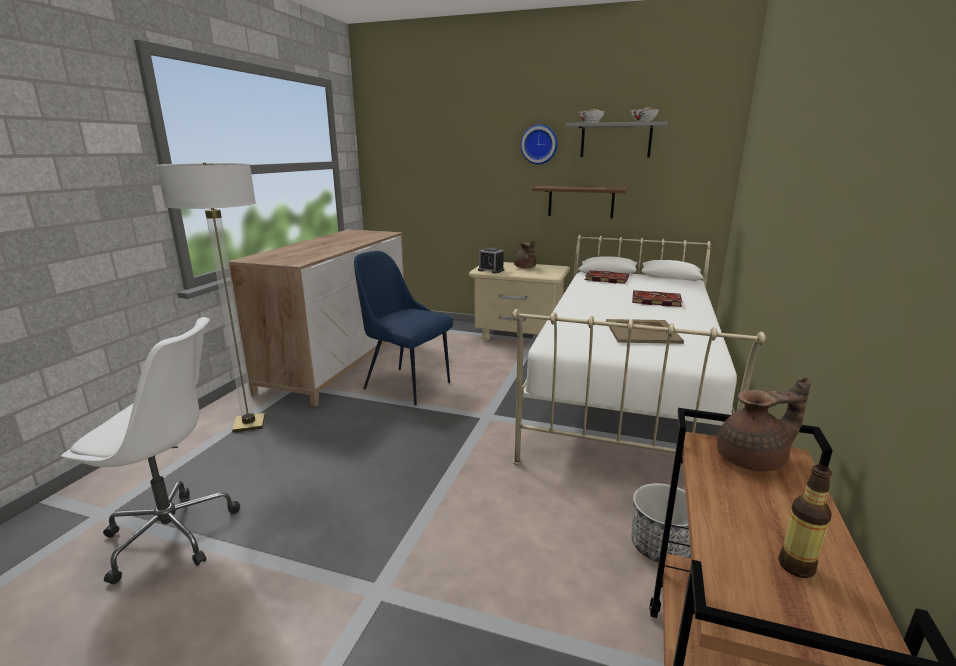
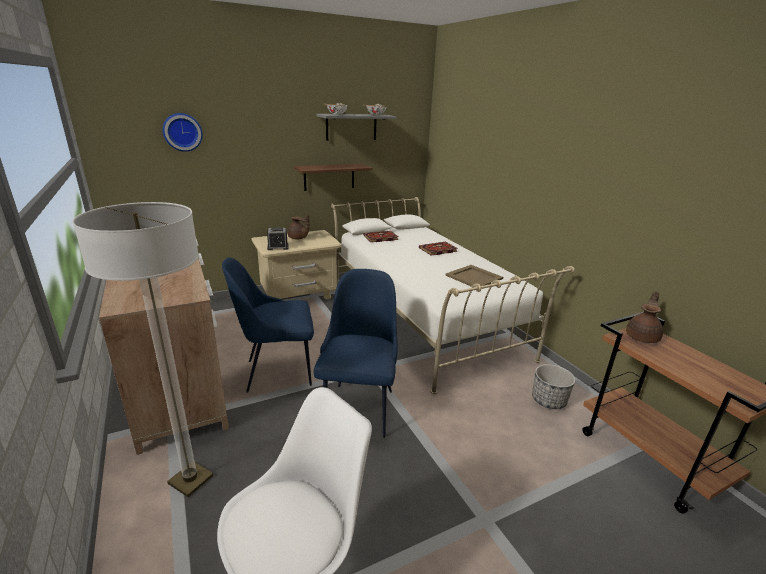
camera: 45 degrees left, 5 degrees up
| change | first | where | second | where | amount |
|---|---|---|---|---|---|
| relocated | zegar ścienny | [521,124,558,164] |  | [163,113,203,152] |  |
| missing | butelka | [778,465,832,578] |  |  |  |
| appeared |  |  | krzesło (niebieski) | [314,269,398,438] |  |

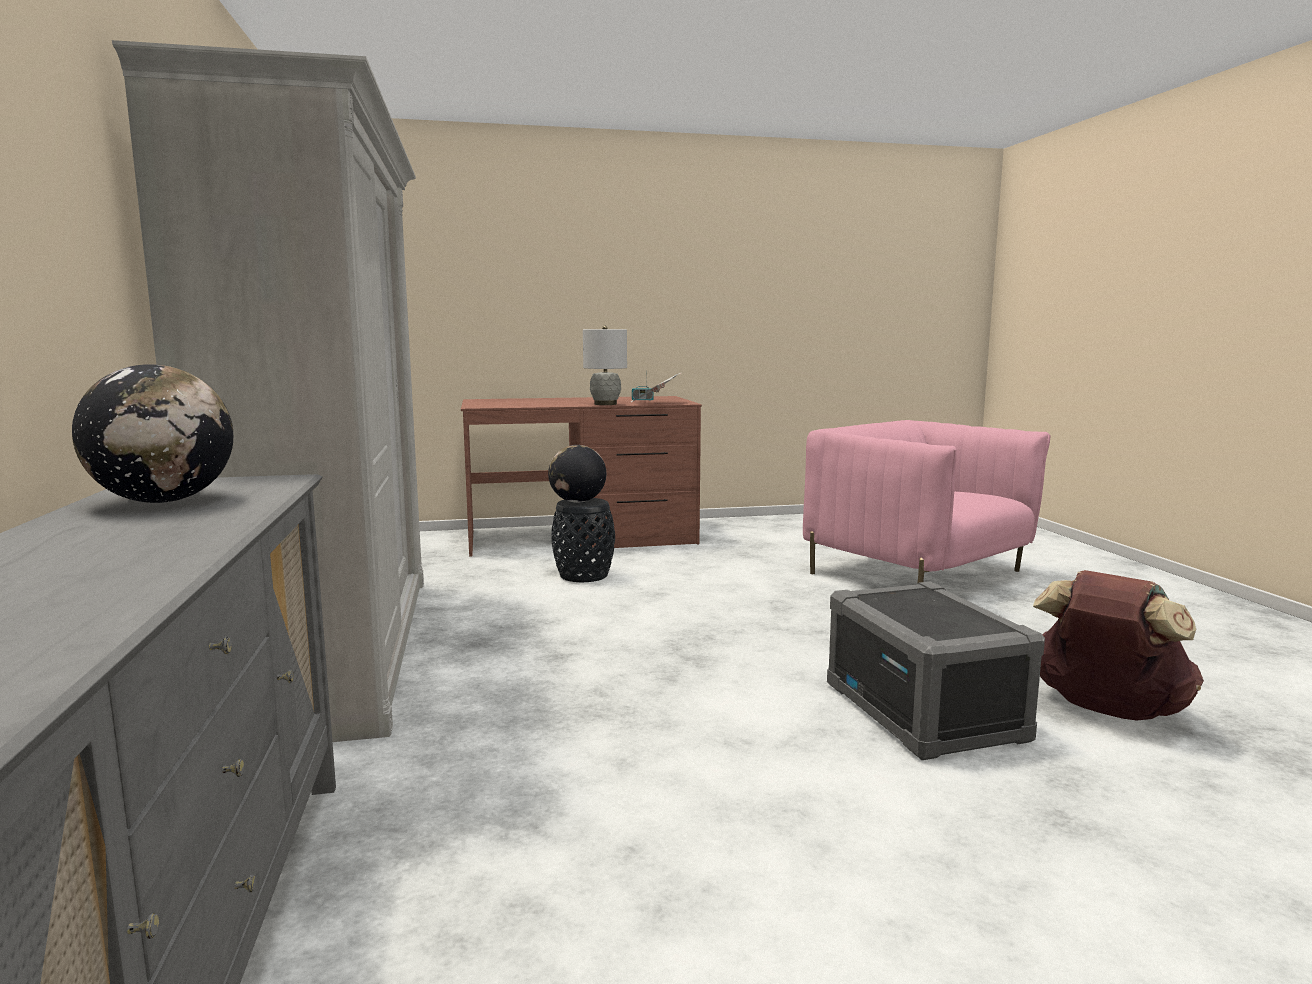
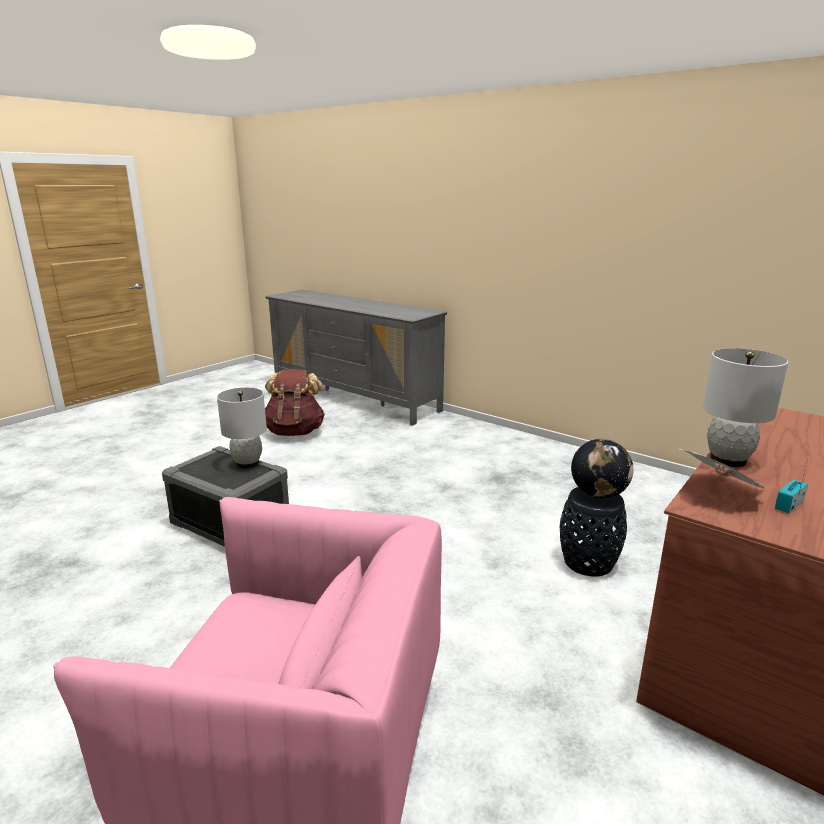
camera: 140 degrees right, 10 degrees up
| change | first | where | second | where | amount |
|---|---|---|---|---|---|
| missing | globus | [72,364,233,503] |  |  |  |
| missing | szafa (biały) | [112,40,424,742] |  |  |  |
| relocated | plecak (brązowy) | [1033,570,1204,721] |  | [265,369,325,436] |  |
| appeared |  |  | lampa stołowa (biały) | [217,387,267,468] |  |

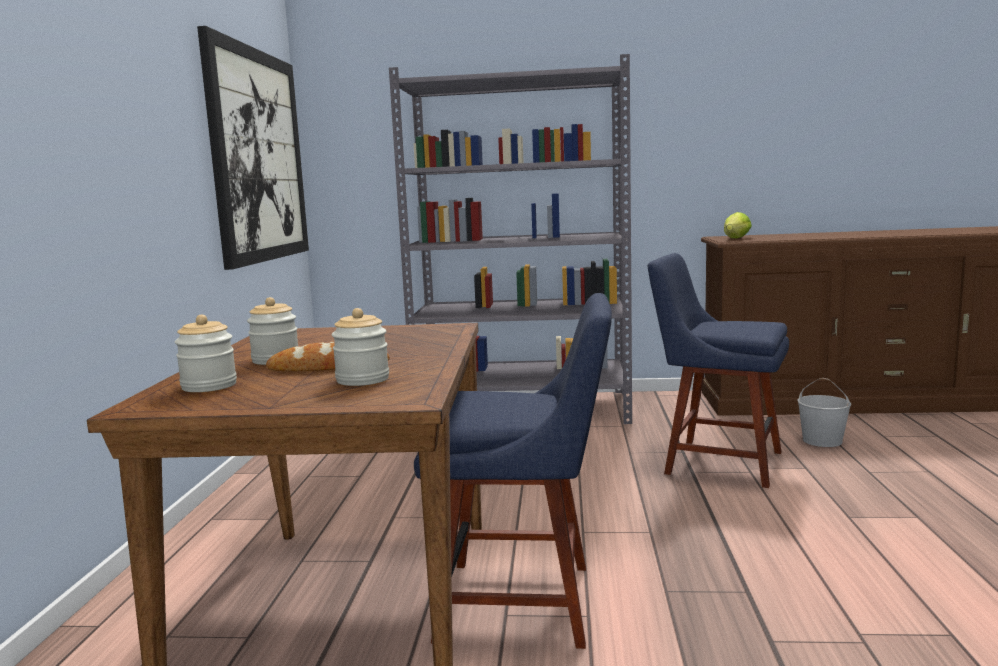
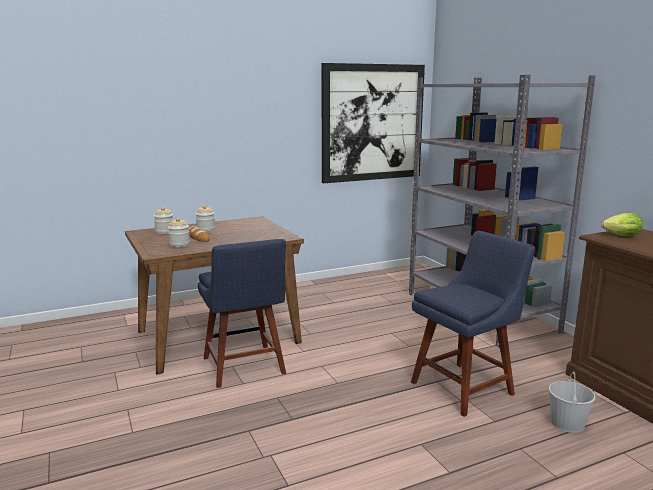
camera: 60 degrees right, 5 degrees up
| change | first | where | second | where | amount |
|---|---|---|---|---|---|
| spun | krzesło (niebieski) | [648,253,789,488] |  | [411,231,535,417] | 60 degrees clockwise |

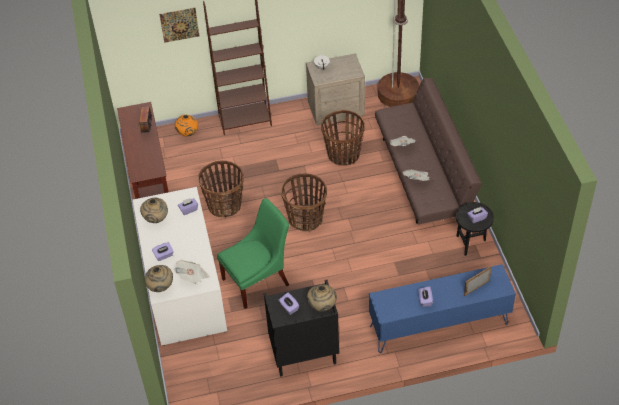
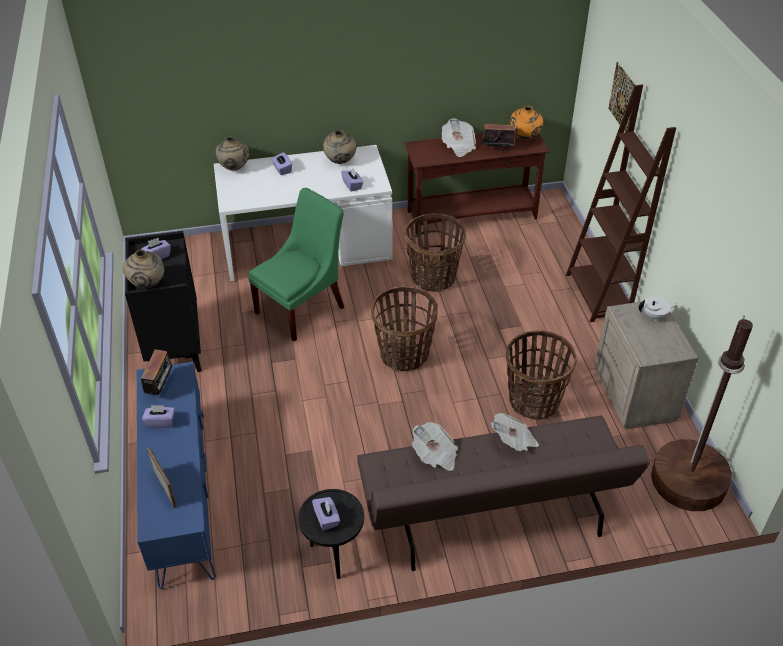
camera: 90 degrees right, 5 degrees down
| change | first | where | second | where | amount |
|---|---|---|---|---|---|
| relocated | gazeta | [174,260,209,284] |  | [442,118,476,157] |  |
| relocated | wazon (pomarańczowy) | [175,115,198,136] |  | [510,106,543,139] |  |
| spun | krzesło (zielony) | [217,198,289,309] |  | [248,188,344,341] | 105 degrees counterclockwise |
| appeared |  |  | radio | [141,349,175,395] |  |

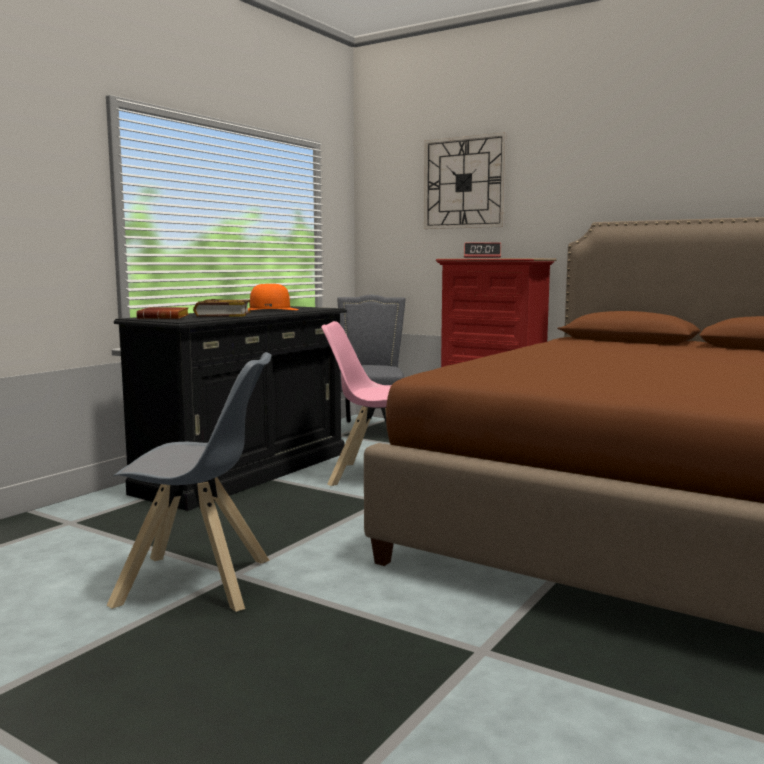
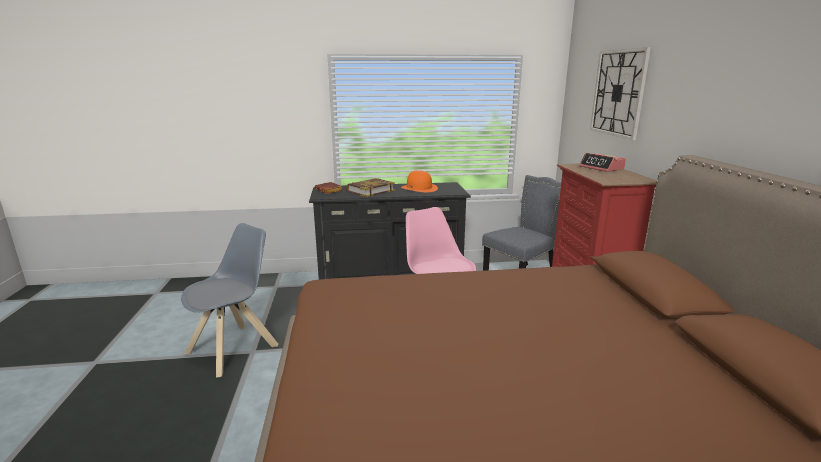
camera: 50 degrees right, 10 degrees up
| change | first | where | second | where | amount |
|---|---|---|---|---|---|
| spun | krzesło (szary) | [106,352,271,612] |  | [181,223,279,377] | 105 degrees counterclockwise |

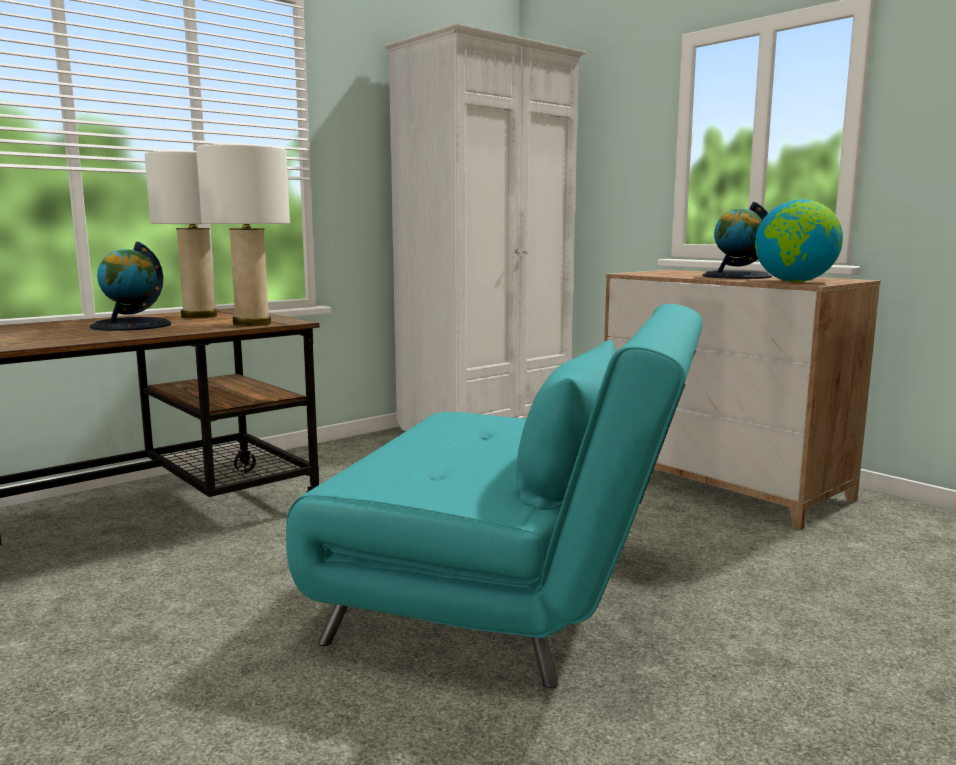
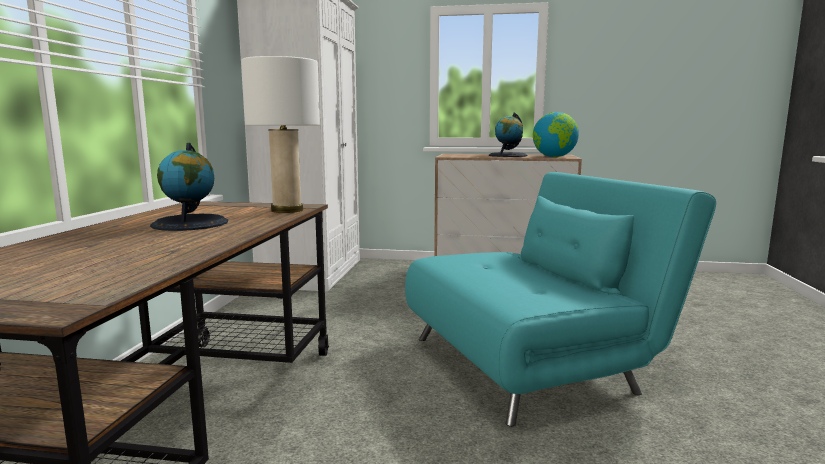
camera: 40 degrees left, 0 degrees up
| change | first | where | second | where | amount |
|---|---|---|---|---|---|
| missing | lampa stołowa (biały) | [145,151,217,319] |  |  |  |

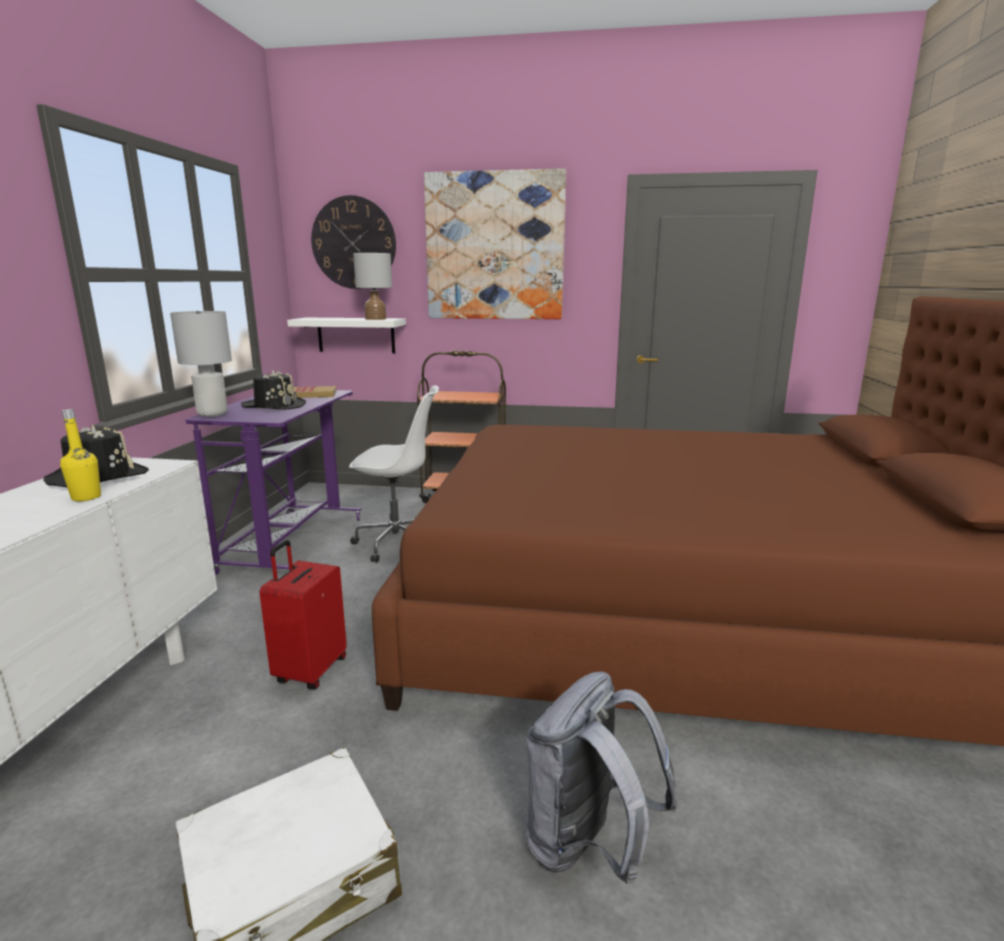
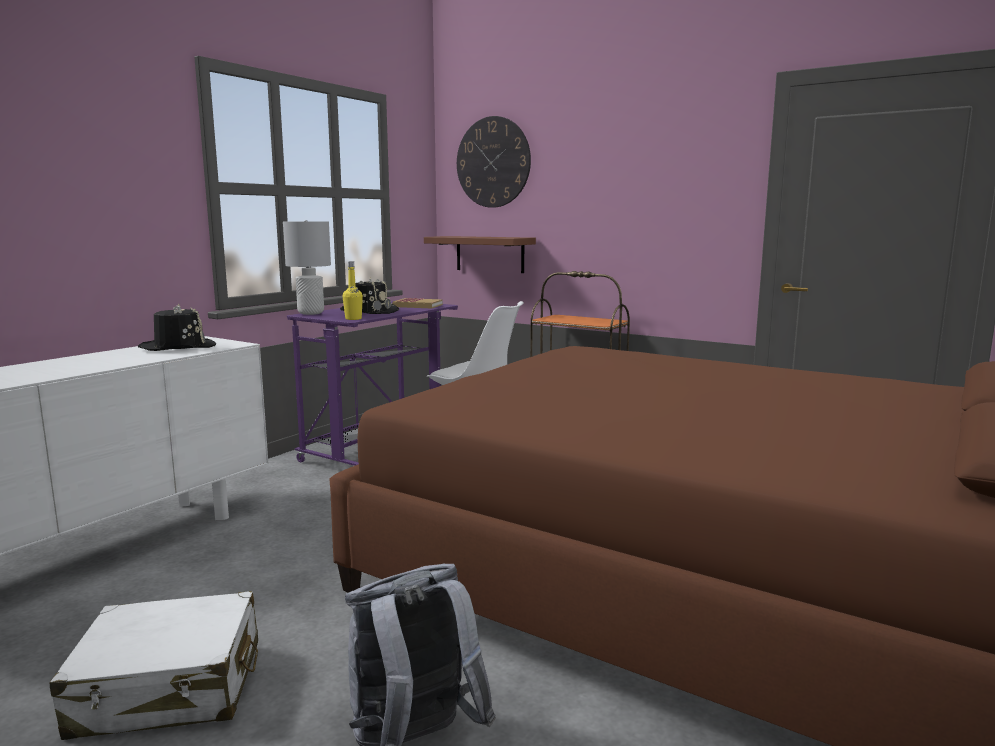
camera: 25 degrees right, 5 degrees down
| change | first | where | second | where | amount |
|---|---|---|---|---|---|
| relocated | butelka (żółty) | [60,409,101,501] |  | [342,262,363,320] |  |
| missing | walizka (czerwony) | [259,540,347,689] |  |  |  |
| colour | półka (biały) | [287,318,406,353] | półka (brązowy) | [424,236,536,273] |  |
| missing | lampa stołowa (szary) | [353,253,392,320] |  |  |  |
| missing | obraz | [424,168,566,319] |  |  |  |

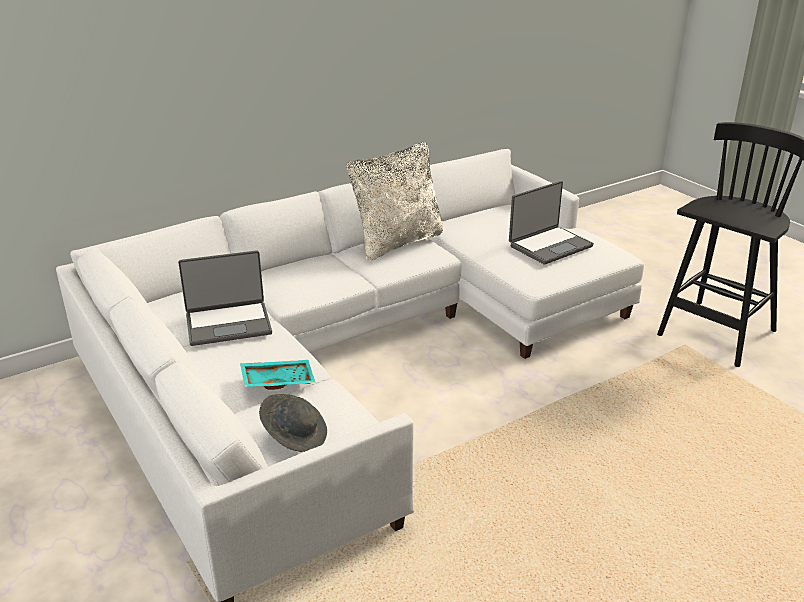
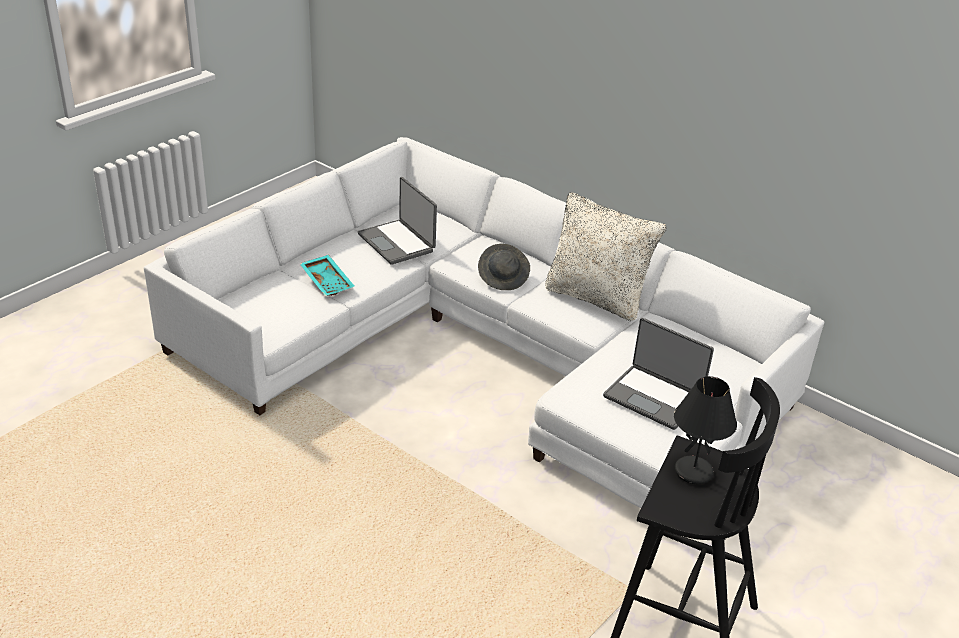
camera: 70 degrees right, 5 degrees up
| change | first | where | second | where | amount |
|---|---|---|---|---|---|
| relocated | kapelusz (szary) | [259,394,327,452] |  | [478,244,530,290] |  |
| appeared |  |  | lampa stołowa (czarny) | [674,376,737,484] |  |

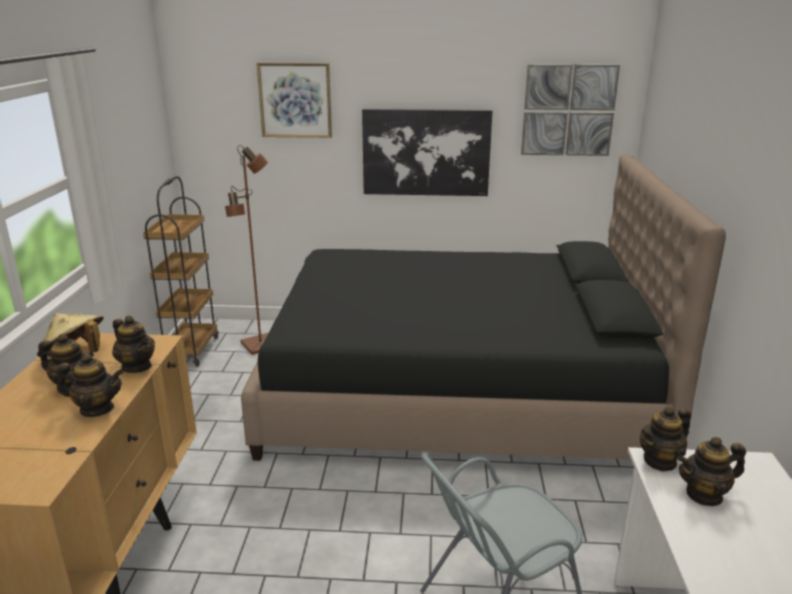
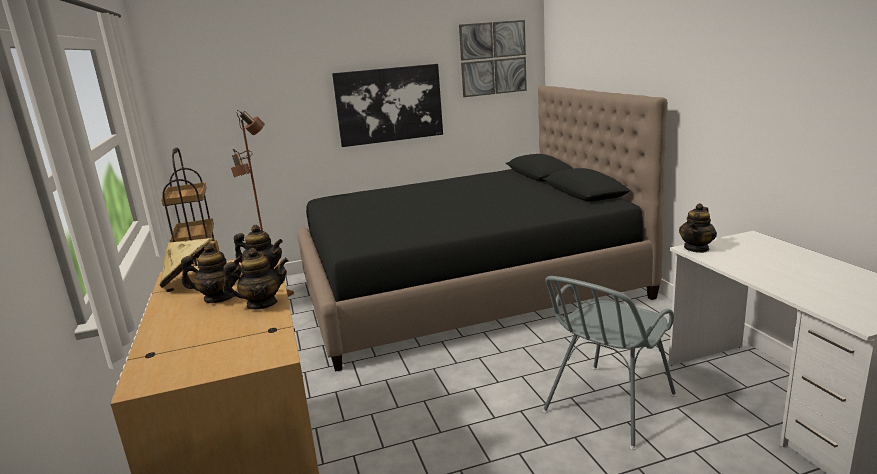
camera: 20 degrees left, 5 degrees down
| change | first | where | second | where | amount |
|---|---|---|---|---|---|
| missing | obraz | [257,63,332,138] |  |  |  |
| missing | imbryk | [678,437,746,506] |  |  |  |

